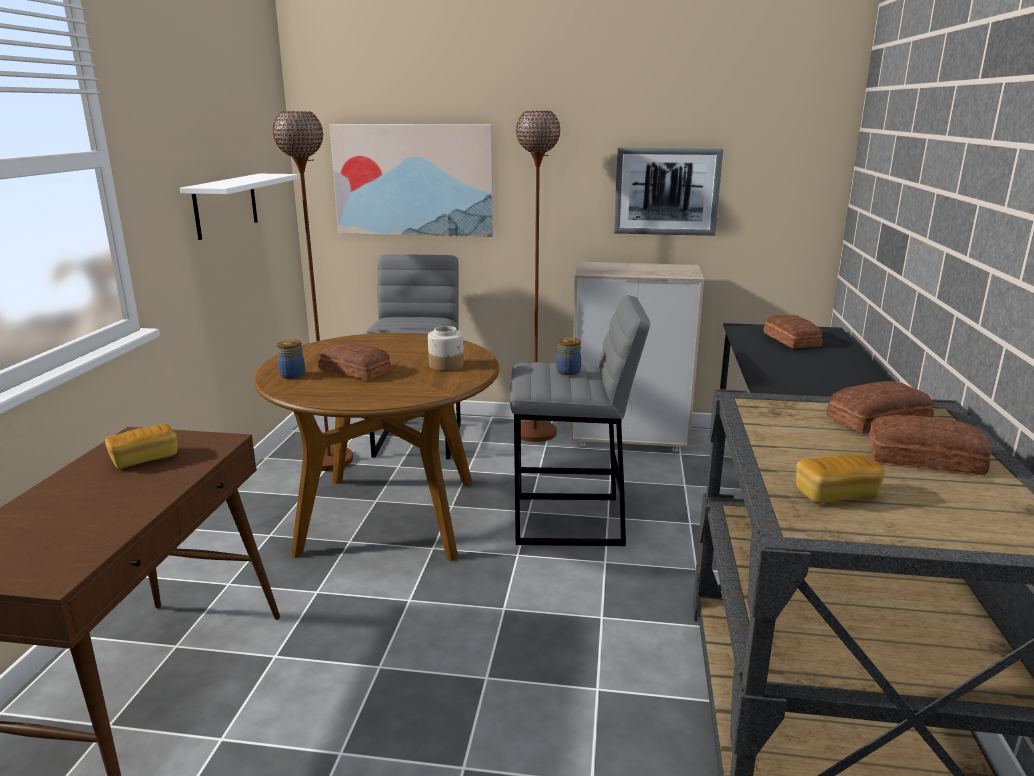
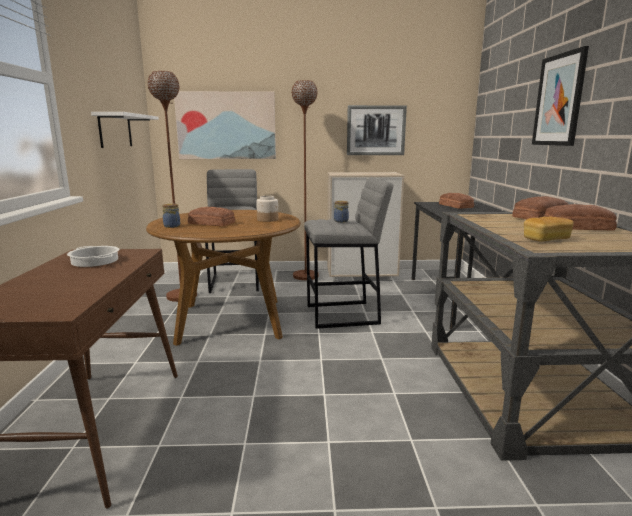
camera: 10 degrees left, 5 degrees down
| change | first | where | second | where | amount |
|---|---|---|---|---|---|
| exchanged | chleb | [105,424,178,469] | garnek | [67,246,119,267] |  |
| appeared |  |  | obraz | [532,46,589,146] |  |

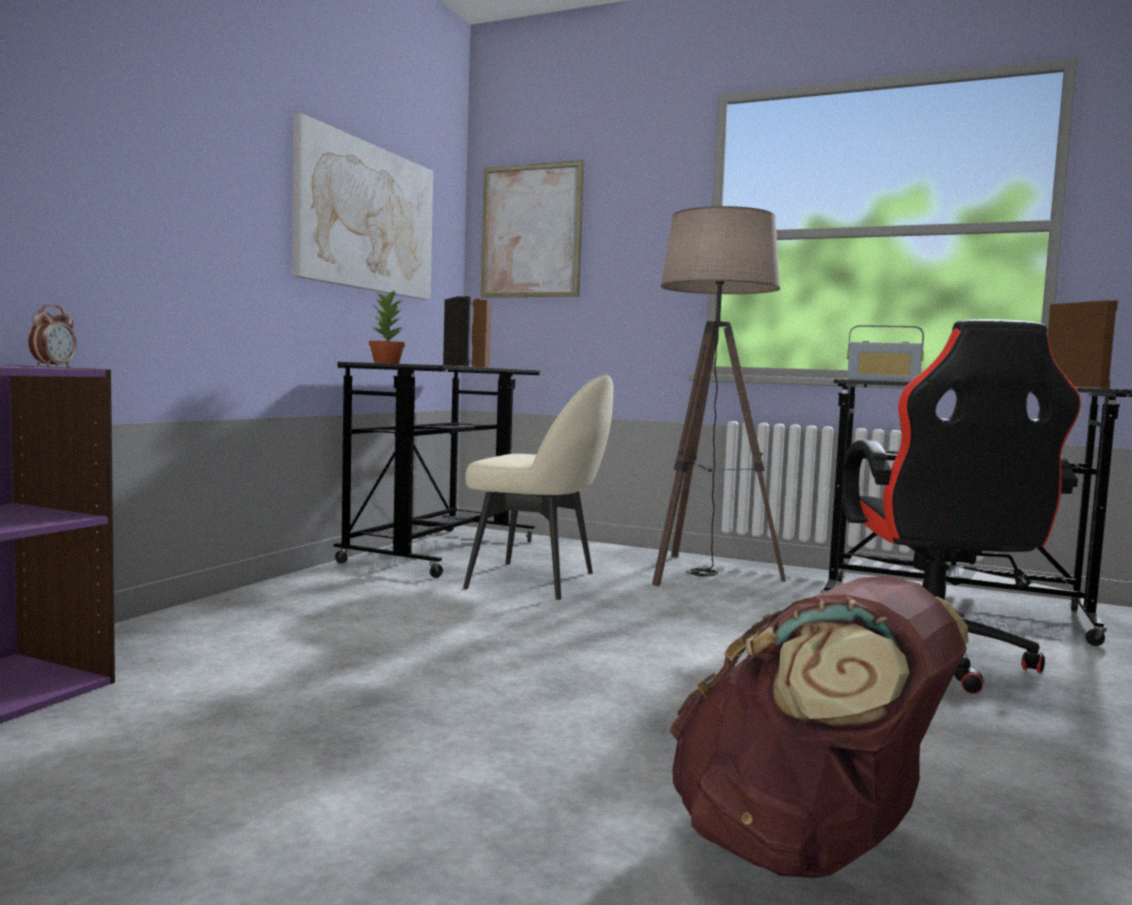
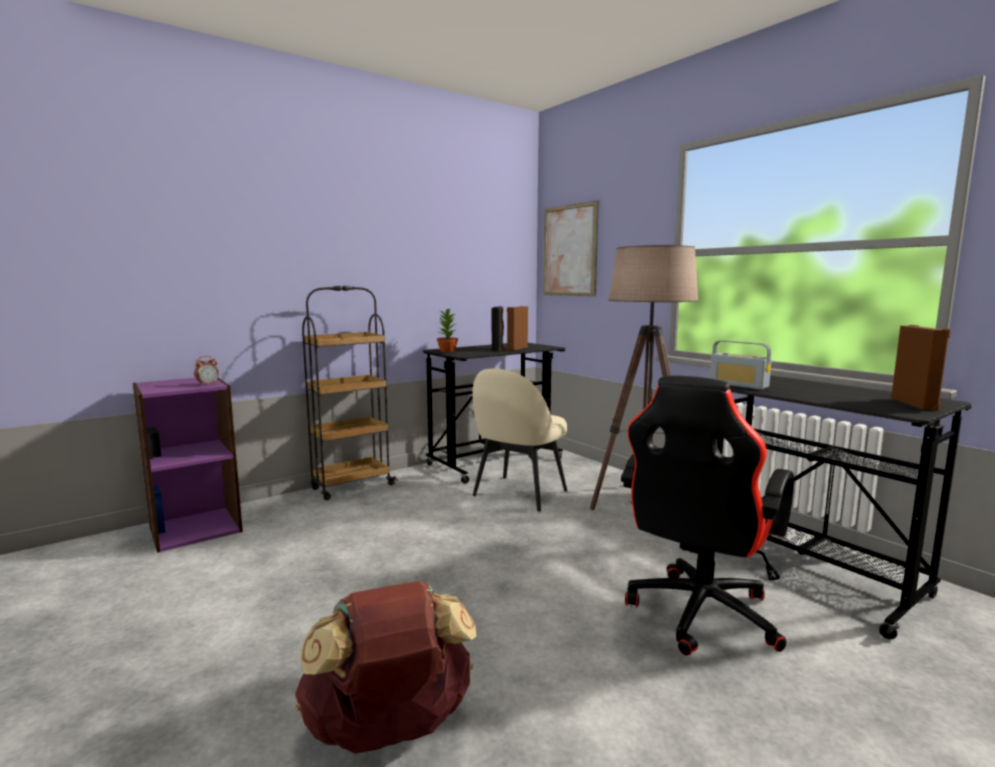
camera: 30 degrees right, 5 degrees up
| change | first | where | second | where | amount |
|---|---|---|---|---|---|
| missing | obraz | [292,113,433,300] |  |  |  |
| spun | krzesło (beżowy) | [463,375,613,600] |  | [473,368,567,511] | 75 degrees clockwise |
| appeared |  |  | wózek (brązowy) | [302,286,398,500] |  |

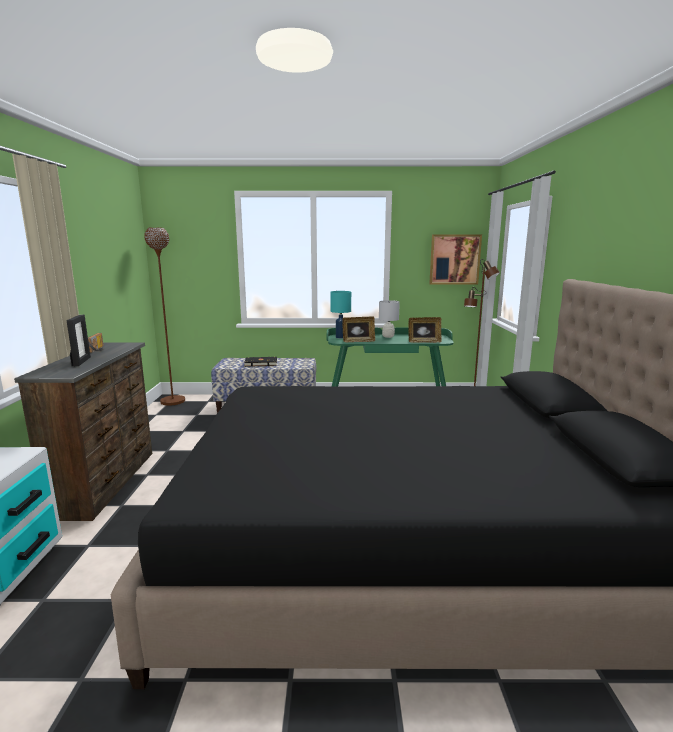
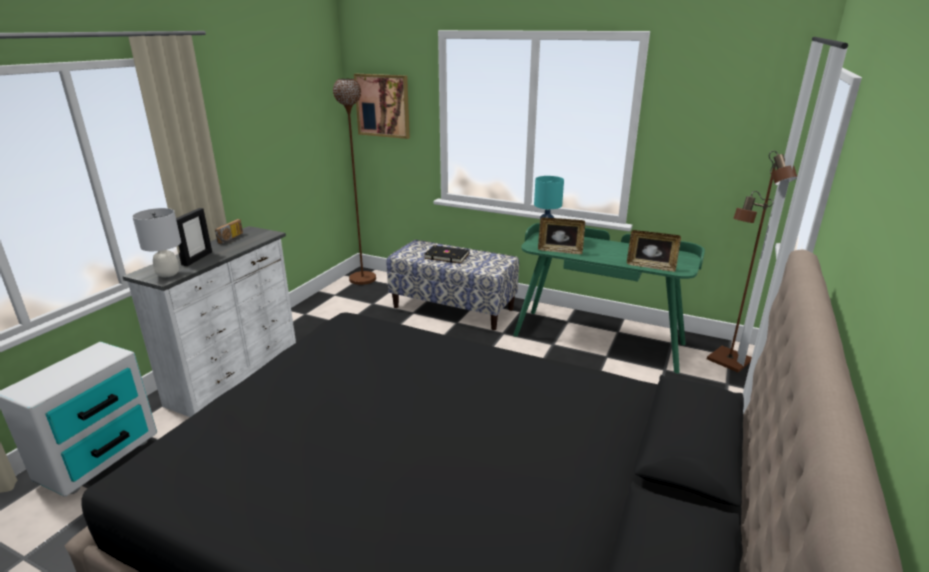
camera: 25 degrees right, 10 degrees up
| change | first | where | second | where | amount |
|---|---|---|---|---|---|
| colour | komoda (brązowy) | [14,343,152,521] | komoda (biały) | [122,226,296,417] |  |
| relocated | lampa stołowa (szary) | [379,300,400,338] |  | [132,208,181,277] |  |
| relocated | obraz | [429,234,482,285] |  | [354,74,410,139] |  |

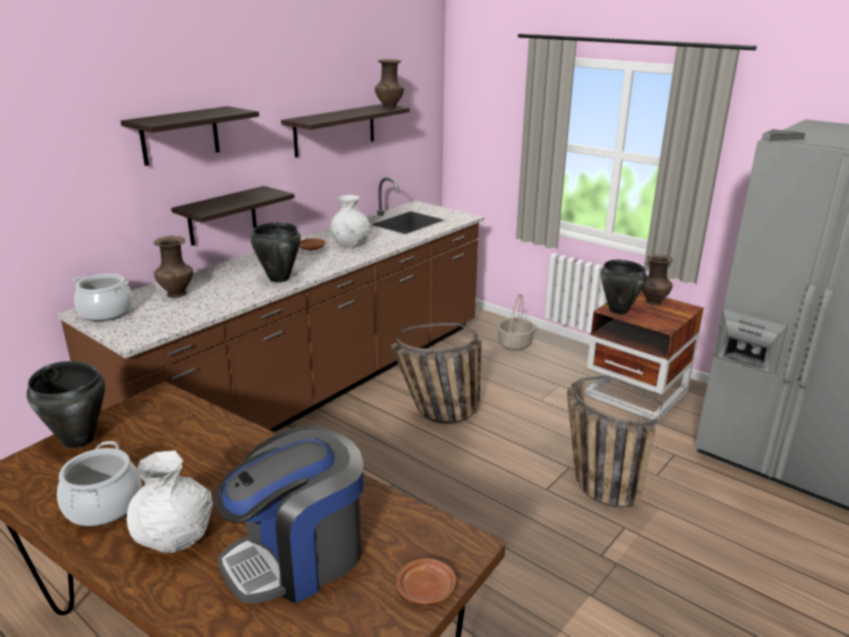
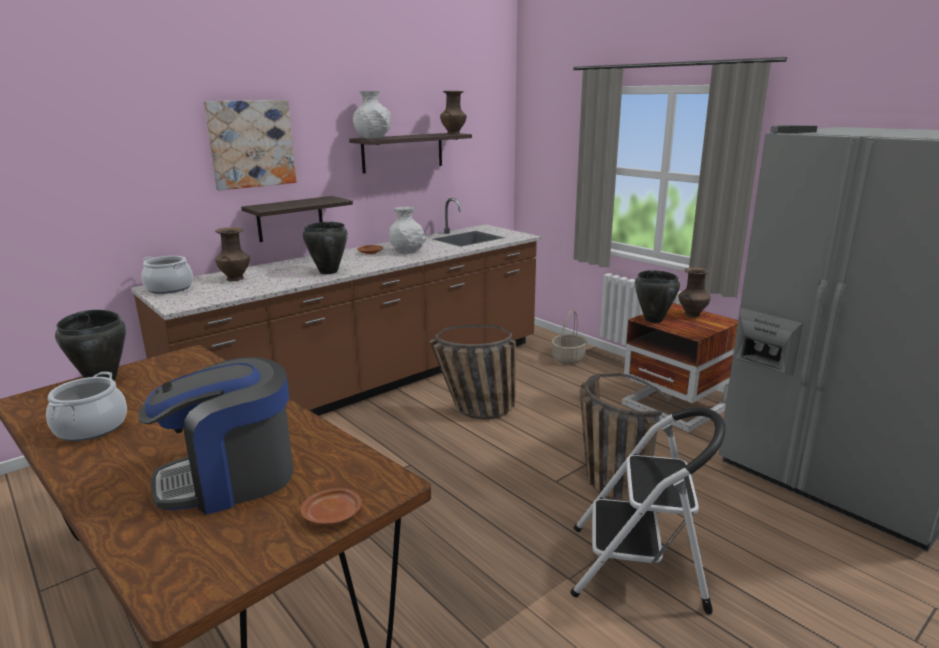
camera: 10 degrees right, 5 degrees down
| change | first | where | second | where | amount |
|---|---|---|---|---|---|
| exchanged | półka | [121,106,259,166] | obraz | [204,100,296,190] |  |
| relocated | wazon (biały) | [127,451,213,553] |  | [353,91,392,139] |  |
| appeared |  |  | drabinka | [570,407,725,614] |  |

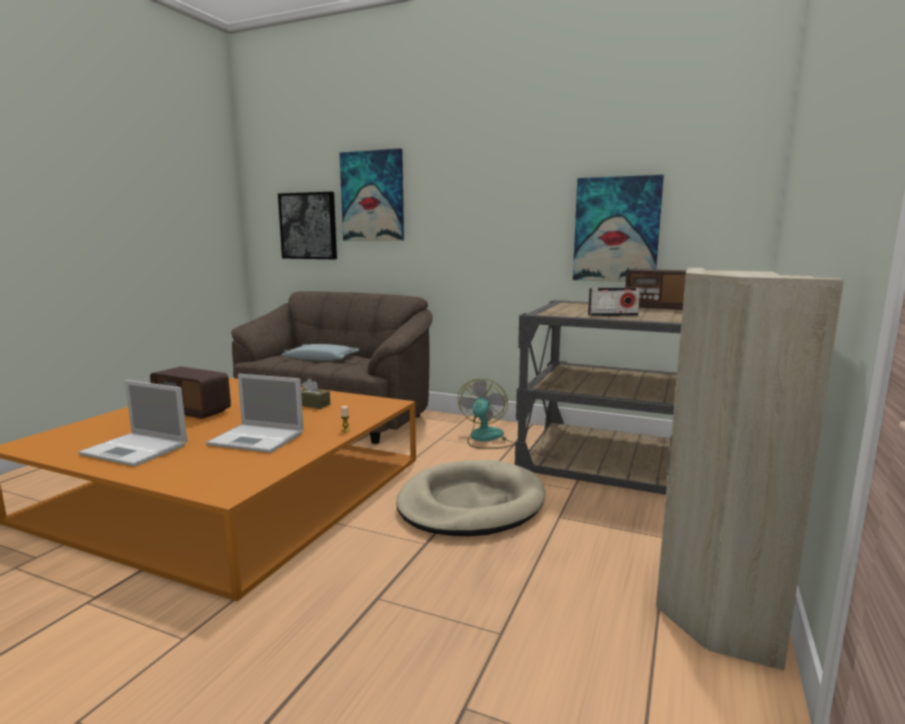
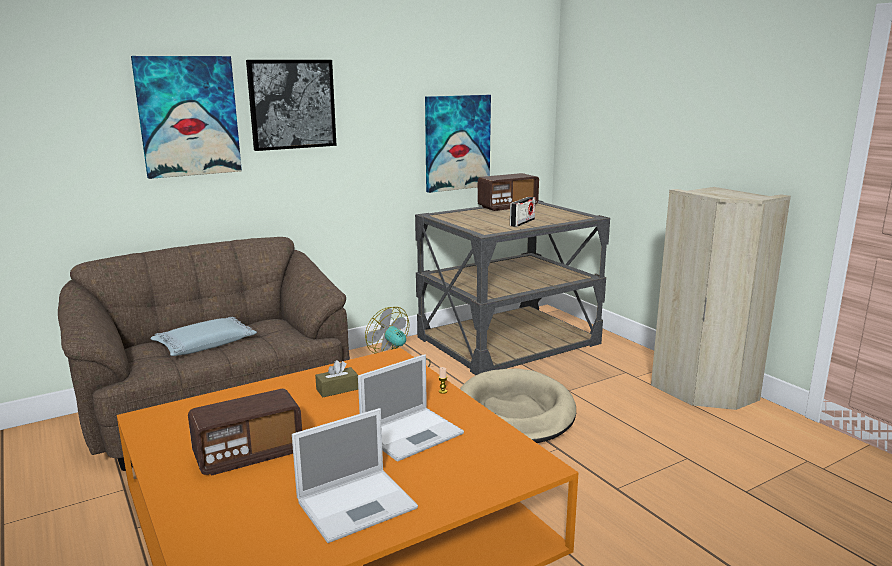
camera: 55 degrees left, 5 degrees up
| change | first | where | second | where | amount |
|---|---|---|---|---|---|
| relocated | obraz | [278,192,337,259] |  | [246,60,337,151] |  |

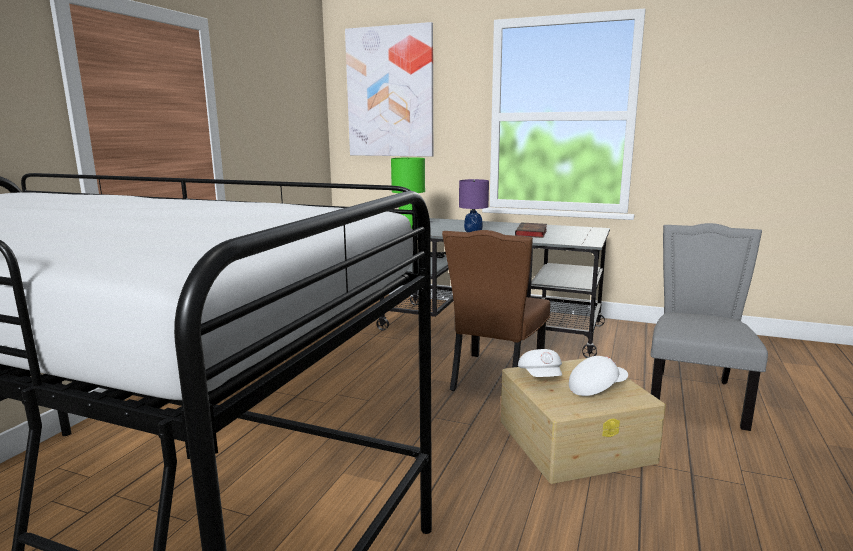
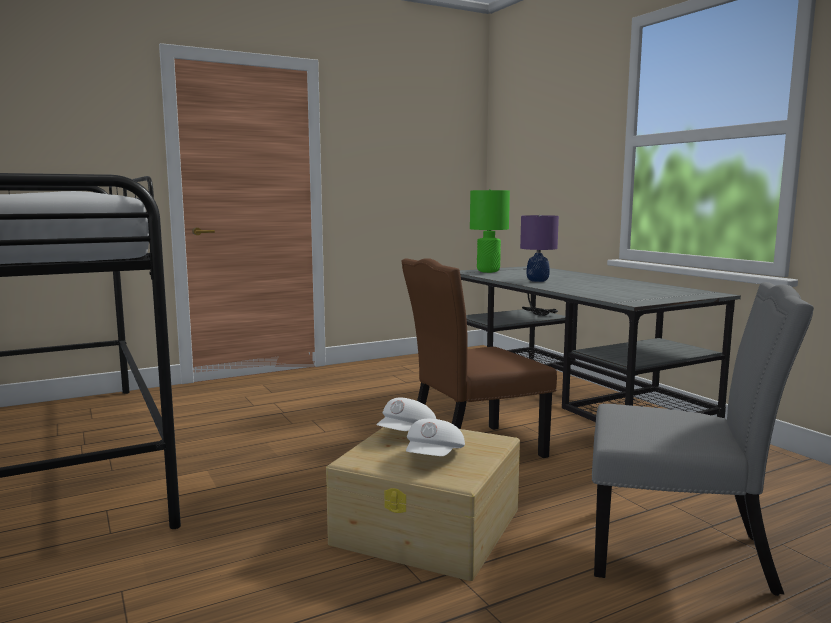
camera: 40 degrees right, 5 degrees down
| change | first | where | second | where | amount |
|---|---|---|---|---|---|
| missing | obraz | [345,22,433,157] |  |  |  |
| missing | książka | [515,222,547,238] |  |  |  |
| spun | czapka z daszkiem (biały) | [569,356,628,396] |  | [406,419,465,456] | 90 degrees clockwise |
| spun | krzesło (szary) | [651,223,768,431] |  | [592,282,814,596] | 45 degrees clockwise |

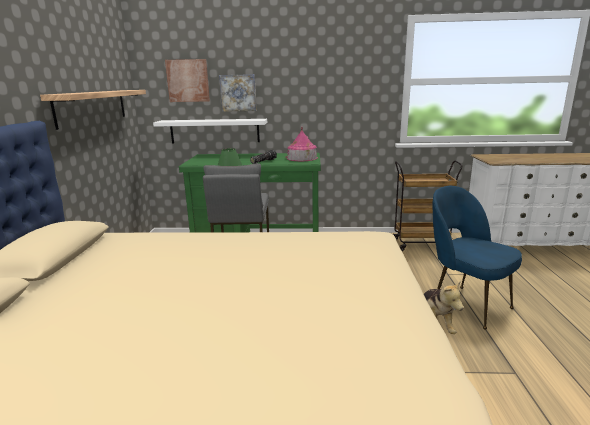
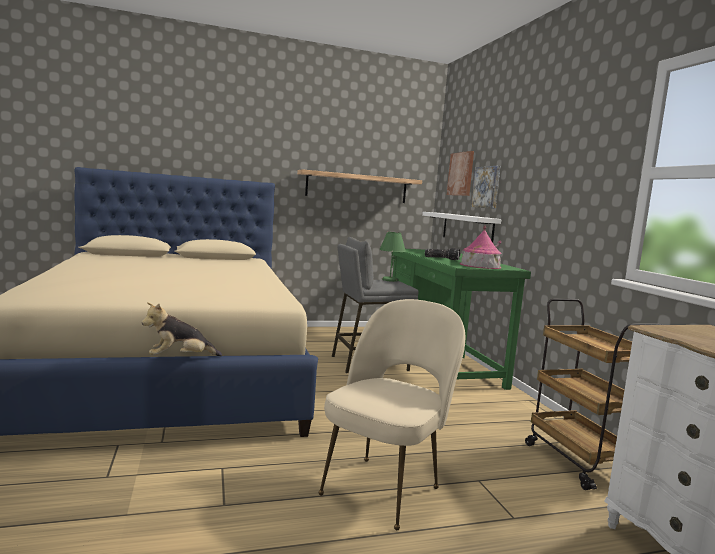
camera: 70 degrees right, 10 degrees down
| change | first | where | second | where | amount |
|---|---|---|---|---|---|
| colour | krzesło (niebieski) | [433,186,522,330] | krzesło (beżowy) | [319,299,465,530] |  |

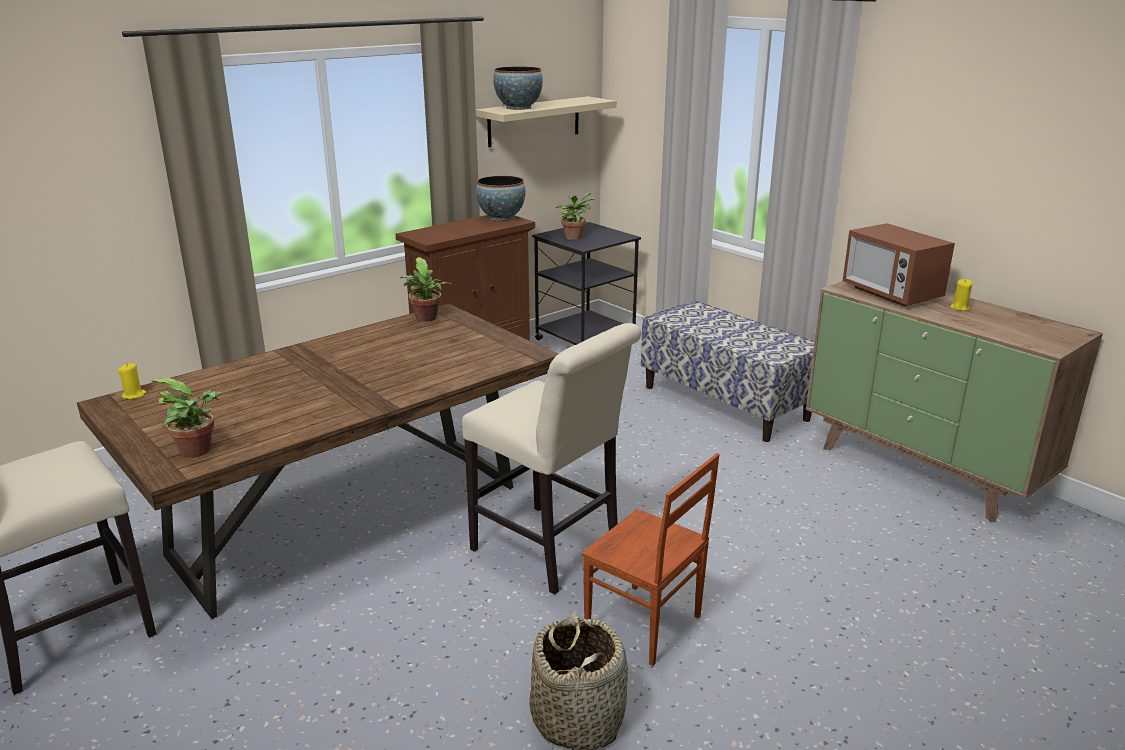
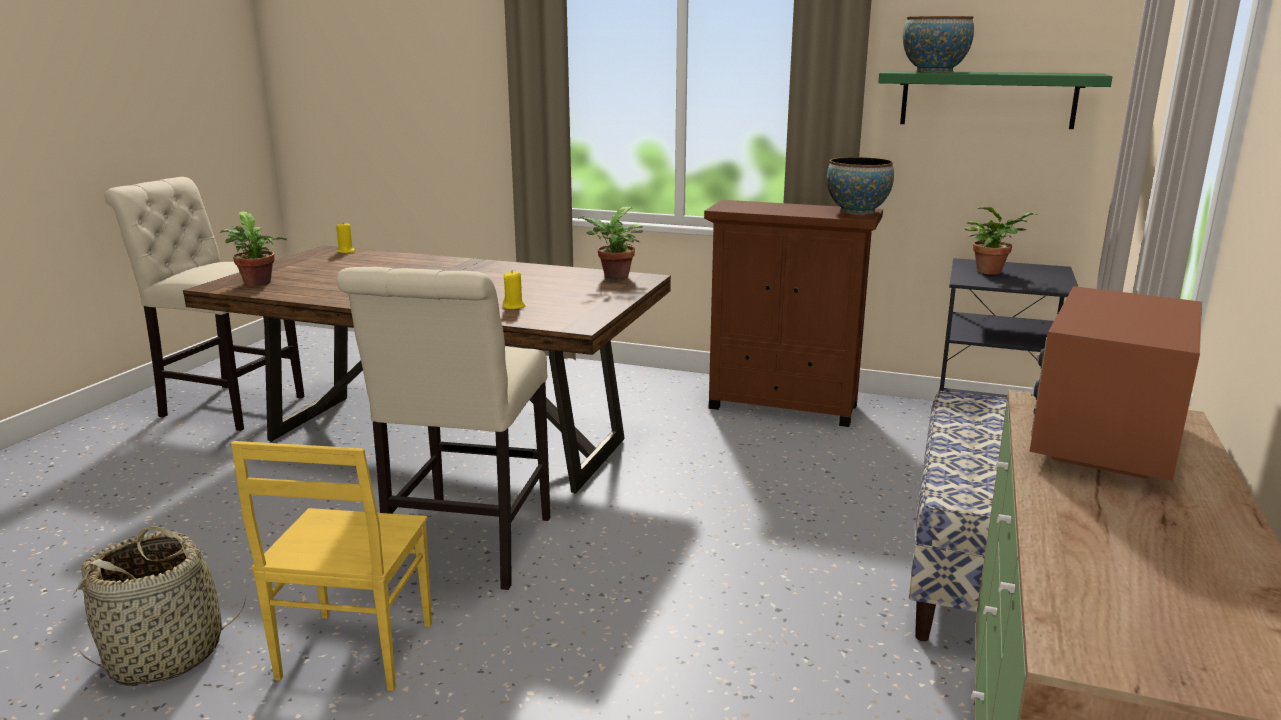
camera: 60 degrees right, 5 degrees down
| change | first | where | second | where | amount |
|---|---|---|---|---|---|
| colour | półka (beżowy) | [476,96,617,147] | półka (zielony) | [878,71,1113,129] |  |
| colour | krzesło (brązowy) | [582,453,720,666] | krzesło (żółty) | [231,441,432,691] |  |
| relocated | świeca (żółty) | [950,279,972,311] |  | [503,270,526,309] |  |

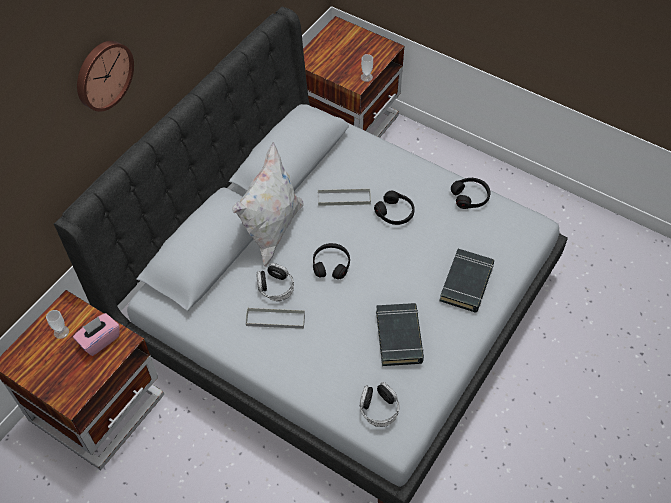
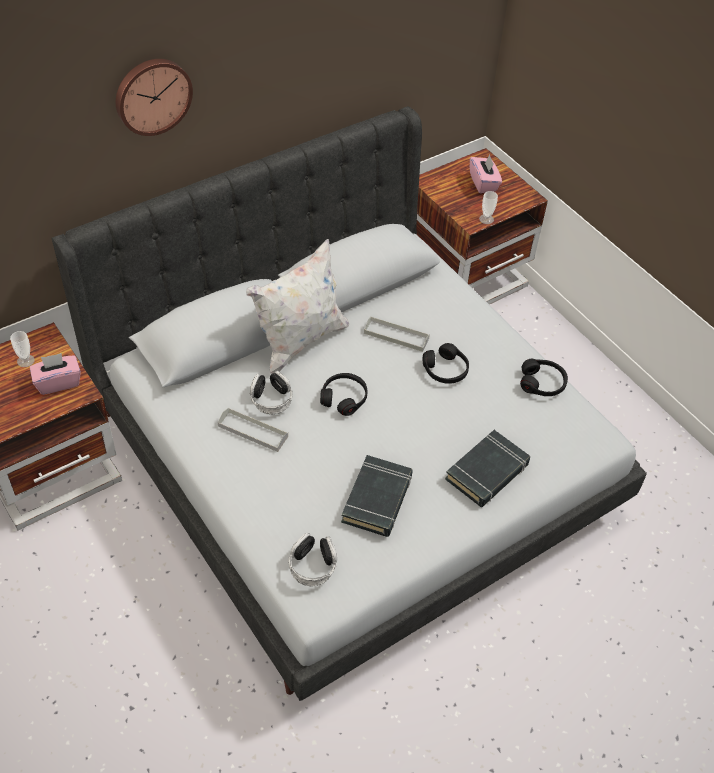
camera: 20 degrees right, 5 degrees down
| change | first | where | second | where | amount |
|---|---|---|---|---|---|
| appeared |  |  | pudełko chusteczek (różowy) | [470,155,502,193] |  |

